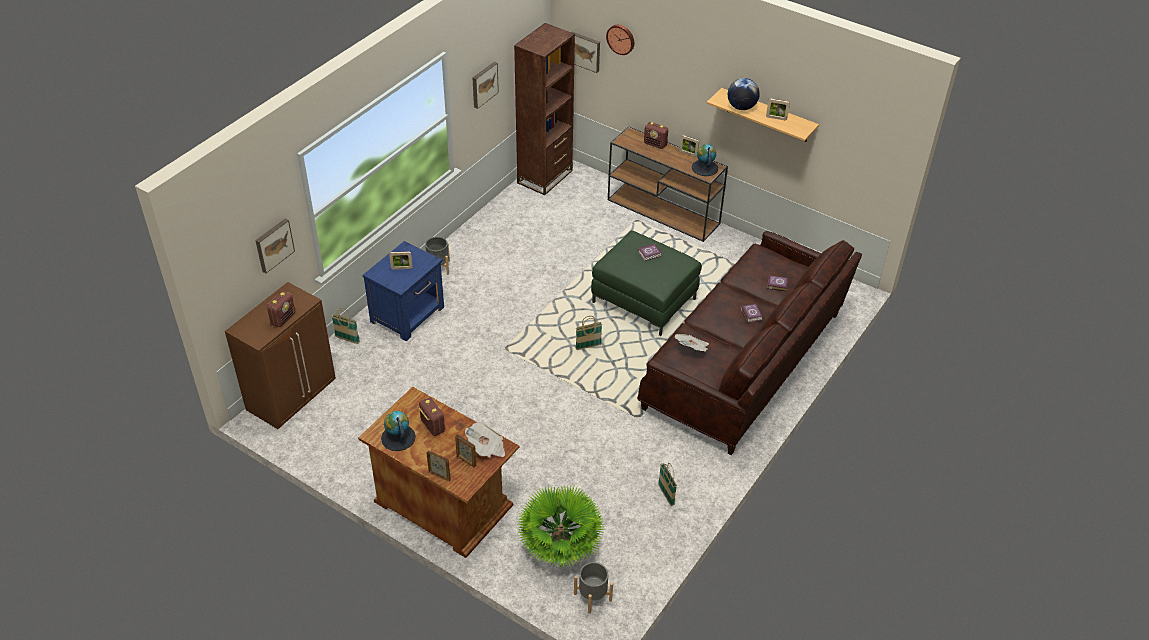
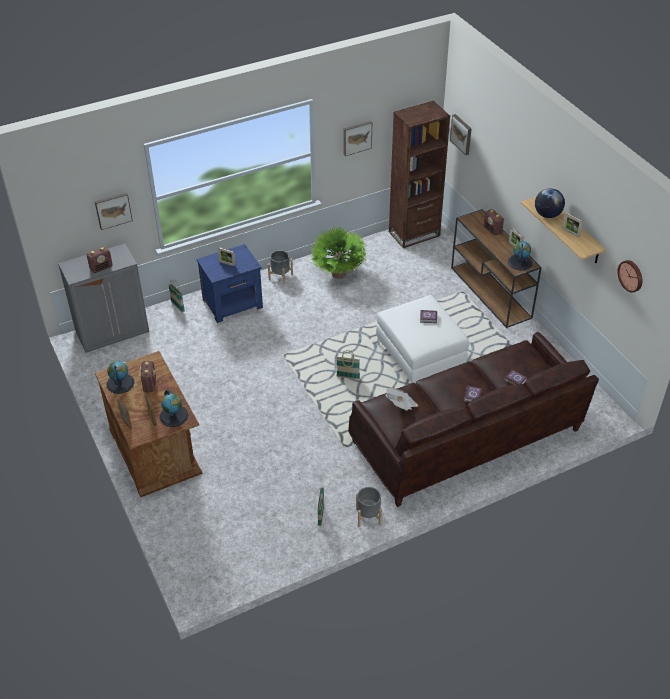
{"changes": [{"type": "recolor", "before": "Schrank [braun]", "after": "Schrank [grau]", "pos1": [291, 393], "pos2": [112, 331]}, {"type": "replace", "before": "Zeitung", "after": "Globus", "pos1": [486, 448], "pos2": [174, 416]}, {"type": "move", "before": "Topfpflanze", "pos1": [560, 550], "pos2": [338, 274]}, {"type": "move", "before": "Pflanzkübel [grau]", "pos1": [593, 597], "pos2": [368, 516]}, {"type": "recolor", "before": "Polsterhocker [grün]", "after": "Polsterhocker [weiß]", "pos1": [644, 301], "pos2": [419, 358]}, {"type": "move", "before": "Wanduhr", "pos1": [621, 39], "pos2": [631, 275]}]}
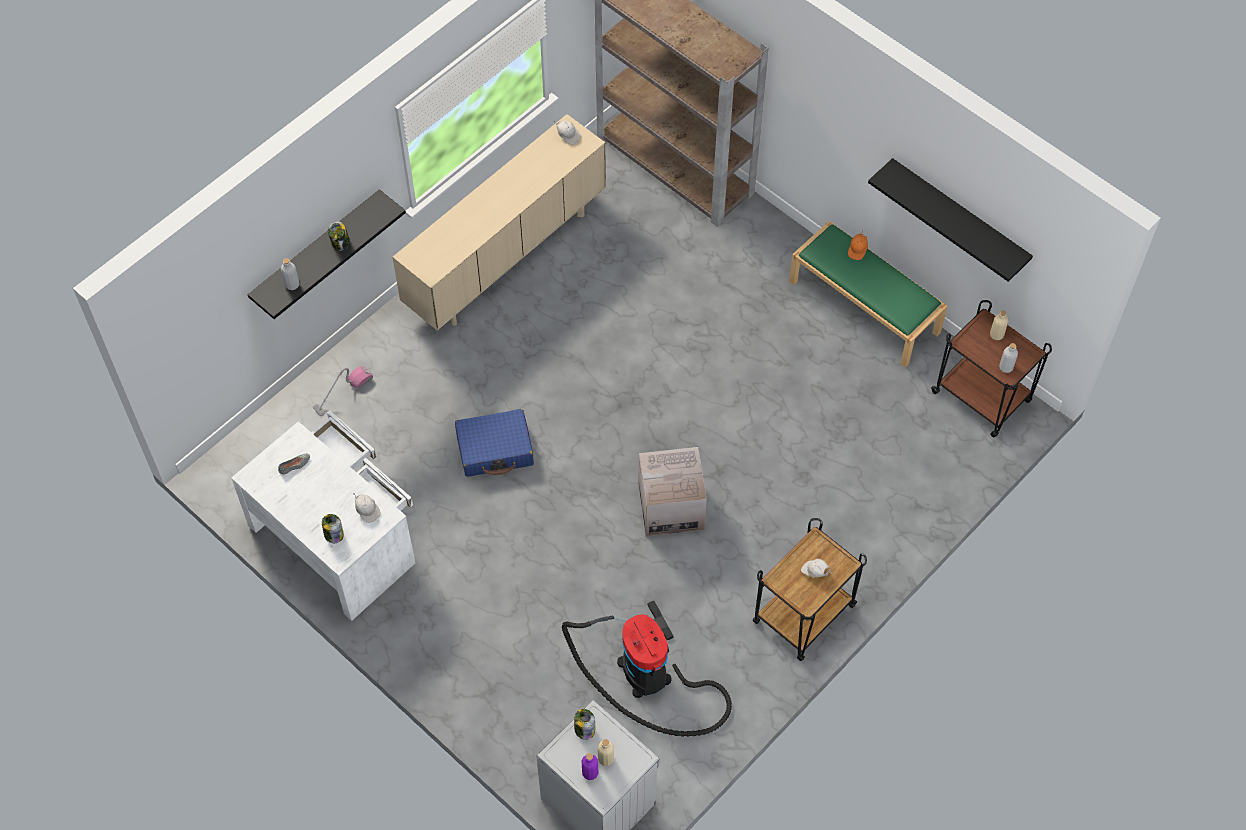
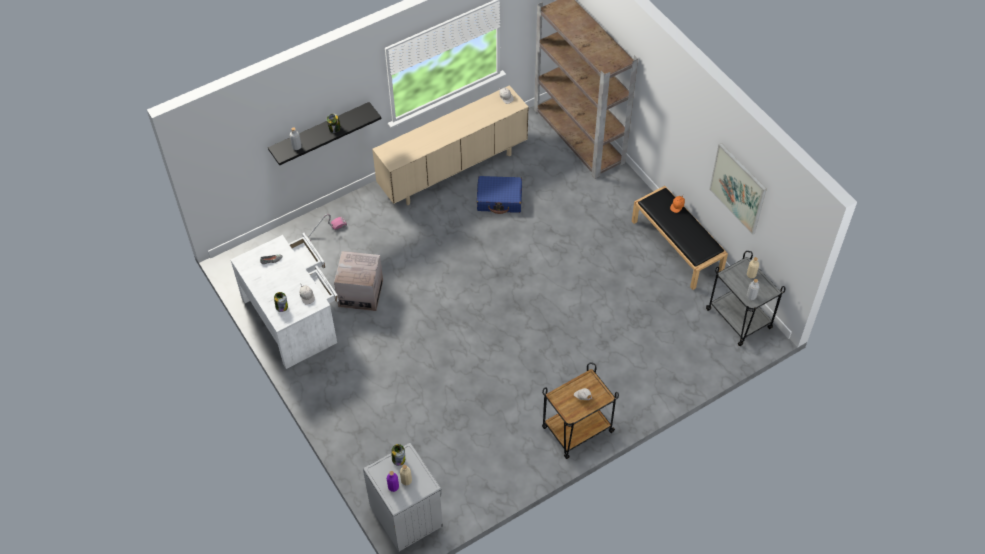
{"changes": [{"type": "move", "before": "Koffer [blau]", "pos1": [495, 449], "pos2": [499, 199]}, {"type": "delete", "before": "Staubsauger", "pos1": [648, 676]}, {"type": "move", "before": "Karton", "pos1": [671, 507], "pos2": [361, 293]}, {"type": "recolor", "before": "Bank [grün]", "after": "Bank [schwarz]", "pos1": [865, 307], "pos2": [677, 247]}, {"type": "replace", "before": "Wandregal [schwarz]", "after": "Bild", "pos1": [959, 215], "pos2": [738, 188]}, {"type": "recolor", "before": "Rollwagen [braun]", "after": "Rollwagen [grau]", "pos1": [982, 398], "pos2": [739, 319]}]}
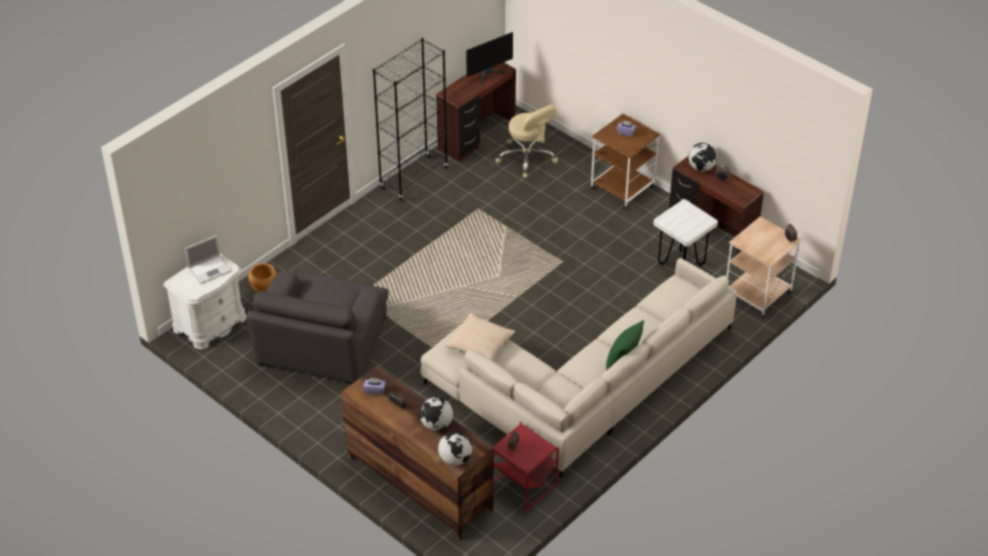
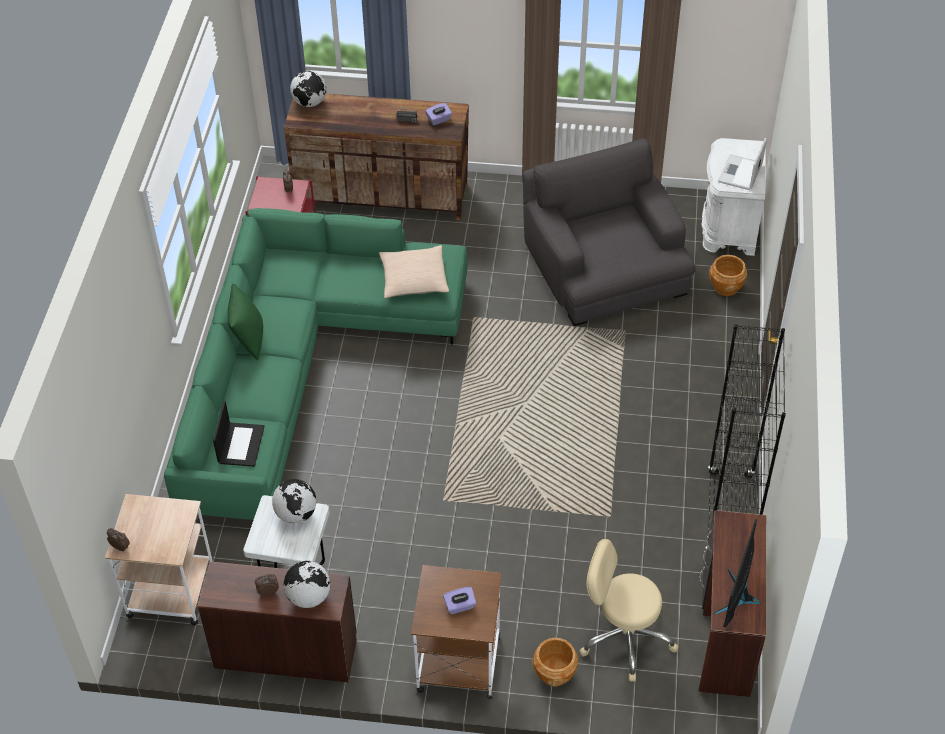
{"changes": [{"type": "recolor", "before": "Sofa [beige]", "after": "Sofa [grün]", "pos1": [581, 384], "pos2": [303, 363]}, {"type": "move", "before": "Globus", "pos1": [436, 425], "pos2": [296, 514]}, {"type": "insert", "after": "Laptop", "pos2": [240, 444]}, {"type": "insert", "after": "Pflanzkübel [braun]", "pos2": [554, 673]}]}
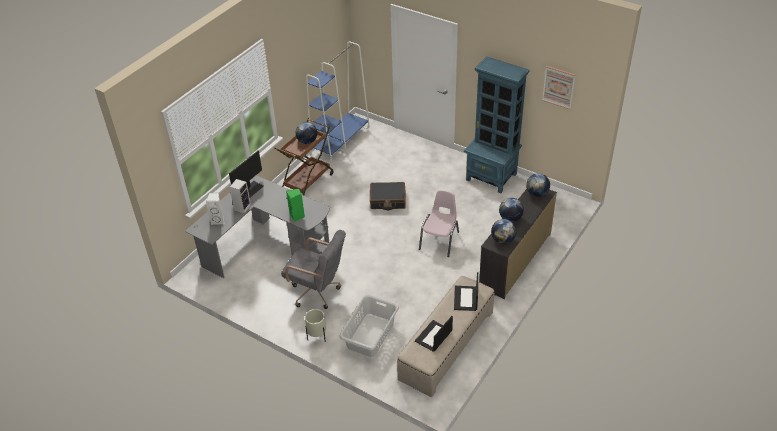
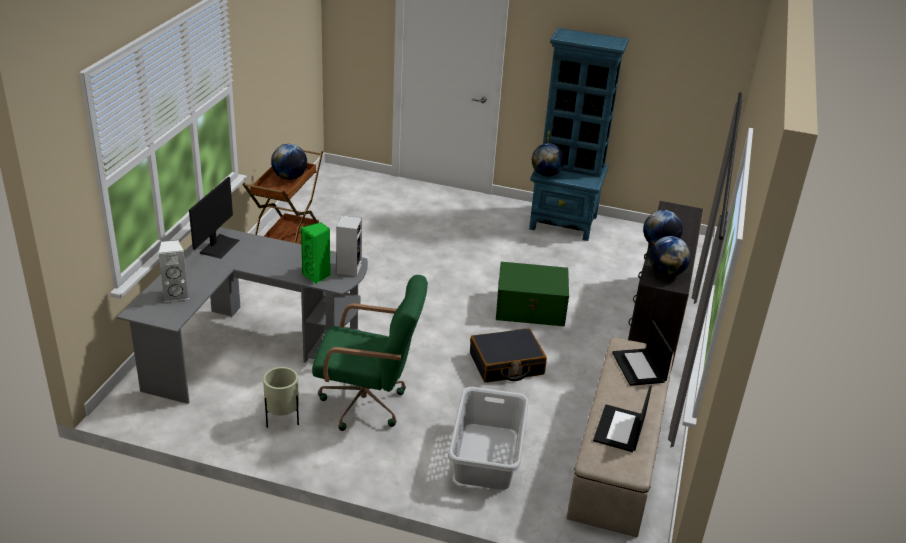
{"changes": [{"type": "move", "before": "Lautsprecher", "pos1": [242, 207], "pos2": [349, 268]}, {"type": "recolor", "before": "Bürostuhl [grau]", "after": "Bürostuhl [grün]", "pos1": [318, 294], "pos2": [368, 406]}, {"type": "move", "before": "Pflanzkübel [beige]", "pos1": [317, 337], "pos2": [282, 420]}, {"type": "delete", "before": "Kleiderständer [blau]", "pos1": [340, 142]}, {"type": "move", "before": "Koffer [schwarz]", "pos1": [387, 200], "pos2": [506, 364]}, {"type": "replace", "before": "Stuhl [rosa]", "after": "Aufbewahrungsbox [grün]", "pos1": [440, 241], "pos2": [531, 308]}, {"type": "move", "before": "Globus", "pos1": [537, 193], "pos2": [546, 174]}, {"type": "delete", "before": "Bild", "pos1": [558, 87]}]}
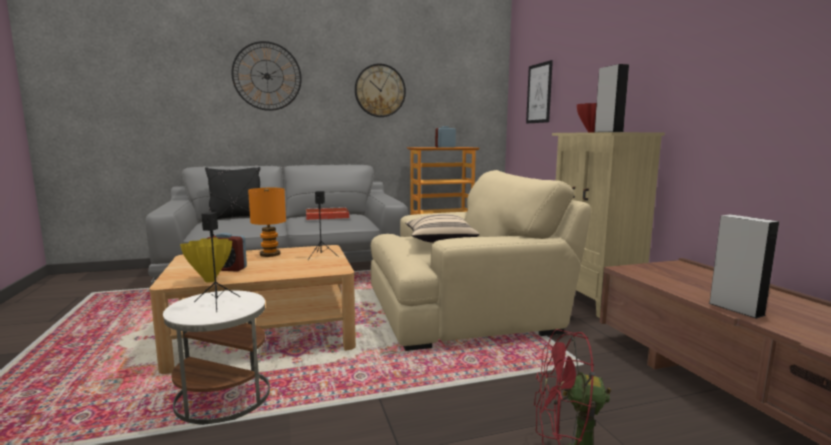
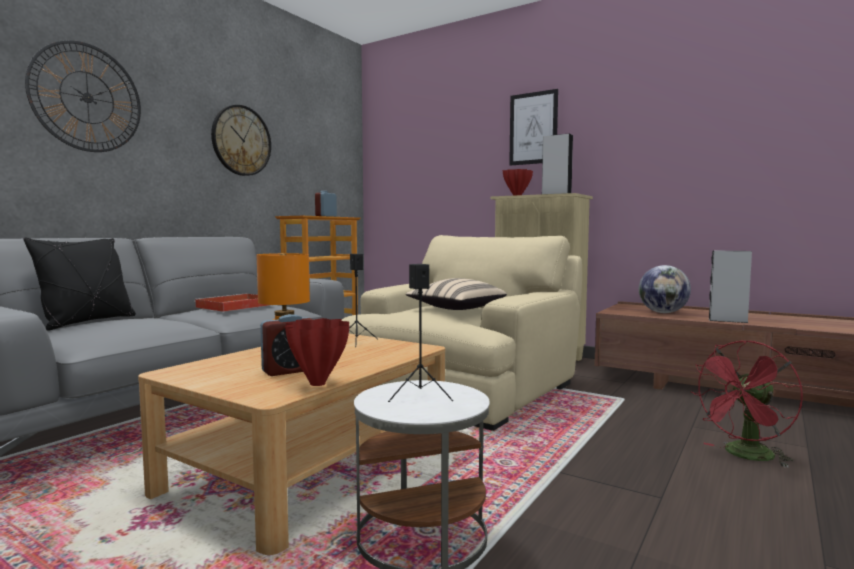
{"changes": [{"type": "recolor", "before": "Vase [gelb]", "after": "Vase [rot]", "pos1": [211, 280], "pos2": [318, 383]}, {"type": "move", "before": "Bild", "pos1": [539, 93], "pos2": [533, 128]}, {"type": "insert", "after": "Globus", "pos2": [663, 312]}]}
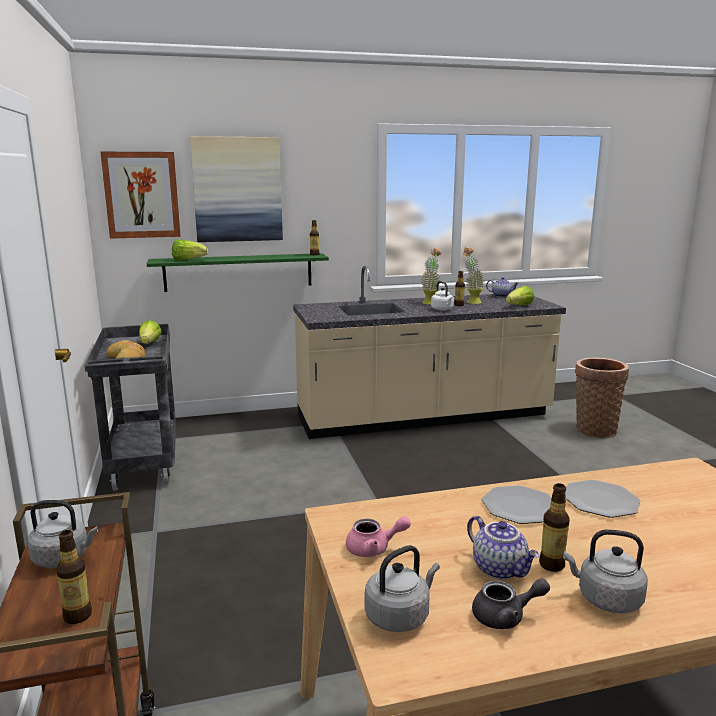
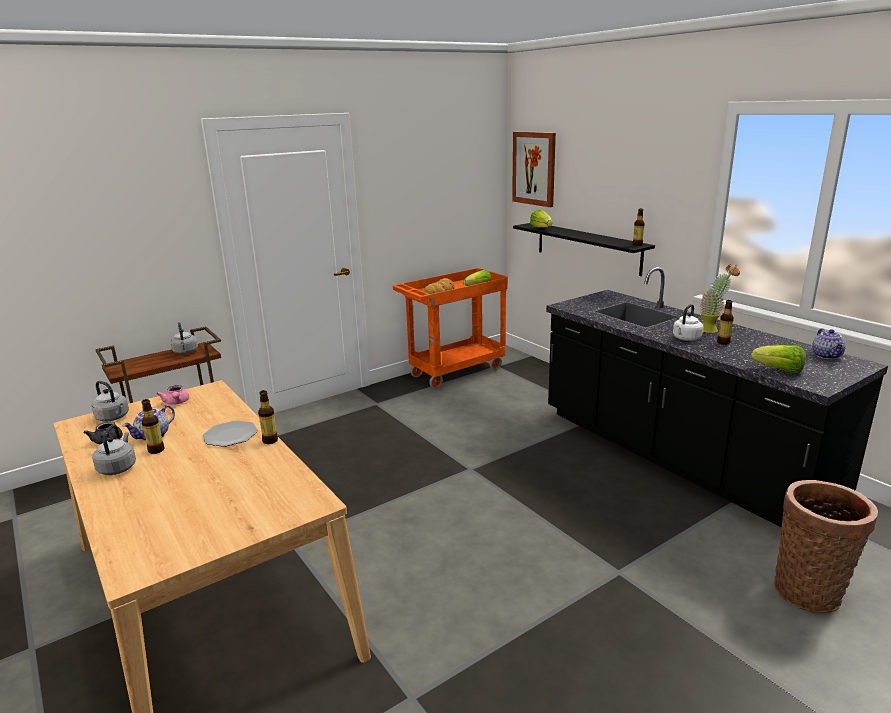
{"changes": [{"type": "move", "before": "Flasche", "pos1": [78, 616], "pos2": [270, 440]}, {"type": "recolor", "before": "Rollwagen [grau]", "after": "Rollwagen [orange]", "pos1": [144, 466], "pos2": [453, 374]}, {"type": "recolor", "before": "Wandregal [grün]", "after": "Wandregal [schwarz]", "pos1": [238, 272], "pos2": [587, 248]}, {"type": "delete", "before": "Bild", "pos1": [237, 189]}, {"type": "recolor", "before": "Küchenzeile [beige]", "after": "Küchenzeile [schwarz]", "pos1": [424, 417], "pos2": [677, 457]}, {"type": "delete", "before": "Topfpflanze", "pos1": [471, 301]}, {"type": "delete", "before": "Teller", "pos1": [600, 500]}]}
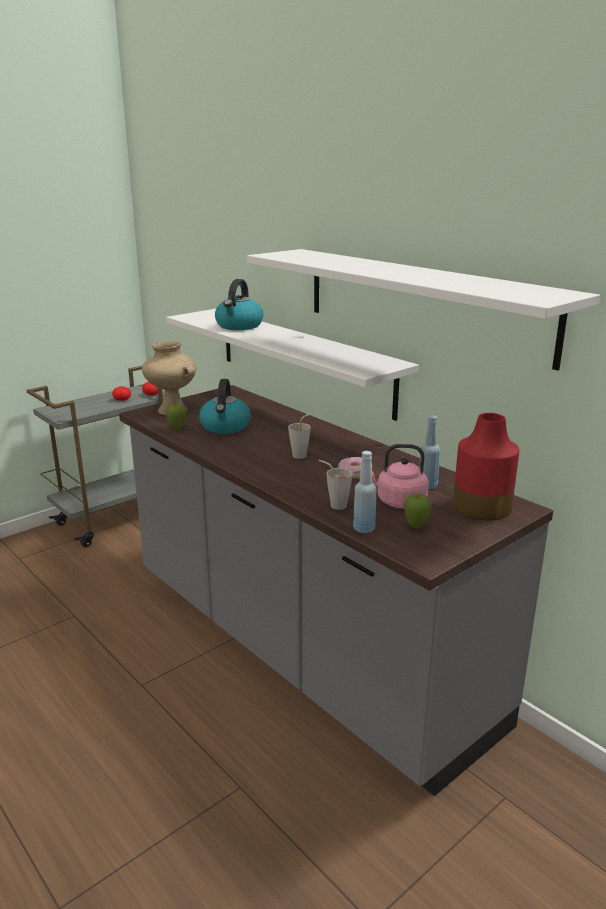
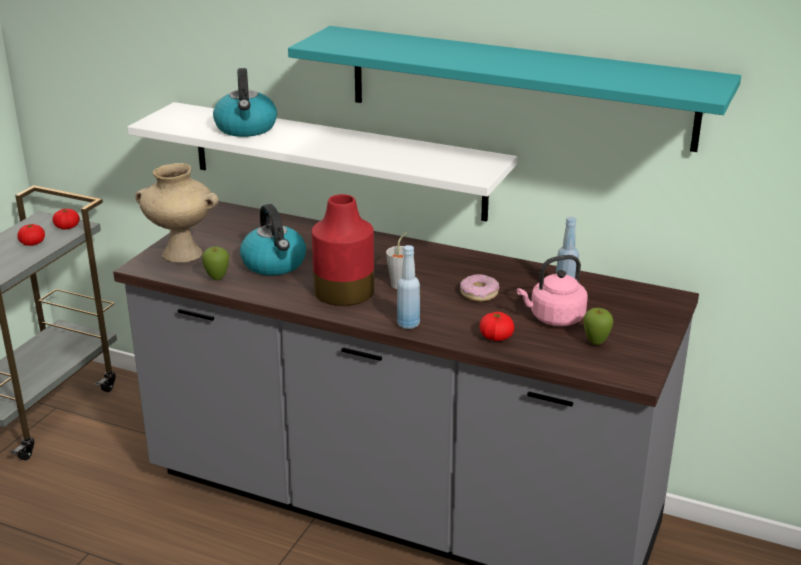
{"changes": [{"type": "recolor", "before": "Wandregal [weiß]", "after": "Wandregal [türkis]", "pos1": [421, 302], "pos2": [518, 87]}, {"type": "replace", "before": "Tasse [grau]", "after": "Tomate", "pos1": [335, 504], "pos2": [496, 337]}, {"type": "move", "before": "Flasche [blau]", "pos1": [363, 528], "pos2": [408, 324]}, {"type": "move", "before": "Vase [rot]", "pos1": [482, 506], "pos2": [345, 291]}]}
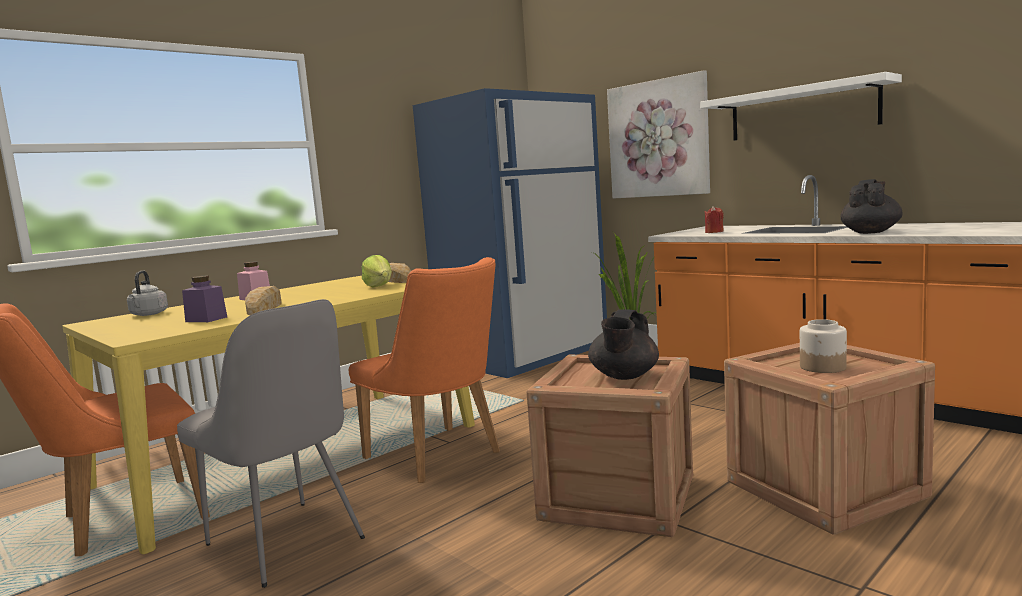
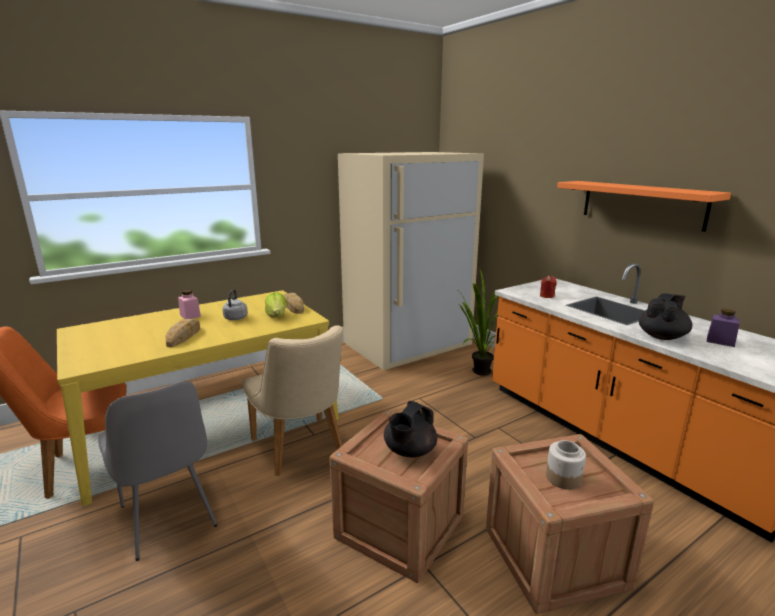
{"changes": [{"type": "move", "before": "Wasserkessel [grau]", "pos1": [148, 314], "pos2": [235, 318]}, {"type": "move", "before": "Vorratsglas [lila]", "pos1": [206, 319], "pos2": [720, 341]}, {"type": "recolor", "before": "Stuhl [orange]", "after": "Stuhl [beige]", "pos1": [441, 457], "pos2": [301, 450]}, {"type": "recolor", "before": "Kühlschrank [blau]", "after": "Kühlschrank [beige]", "pos1": [525, 353], "pos2": [408, 343]}, {"type": "delete", "before": "Bild", "pos1": [658, 139]}, {"type": "recolor", "before": "Wandregal [weiß]", "after": "Wandregal [orange]", "pos1": [802, 111], "pos2": [642, 204]}]}
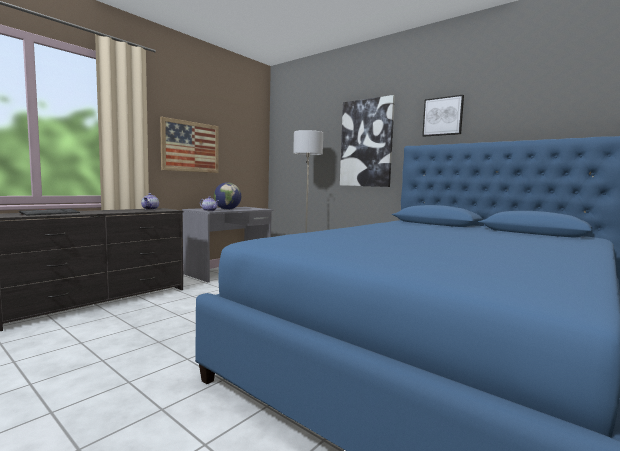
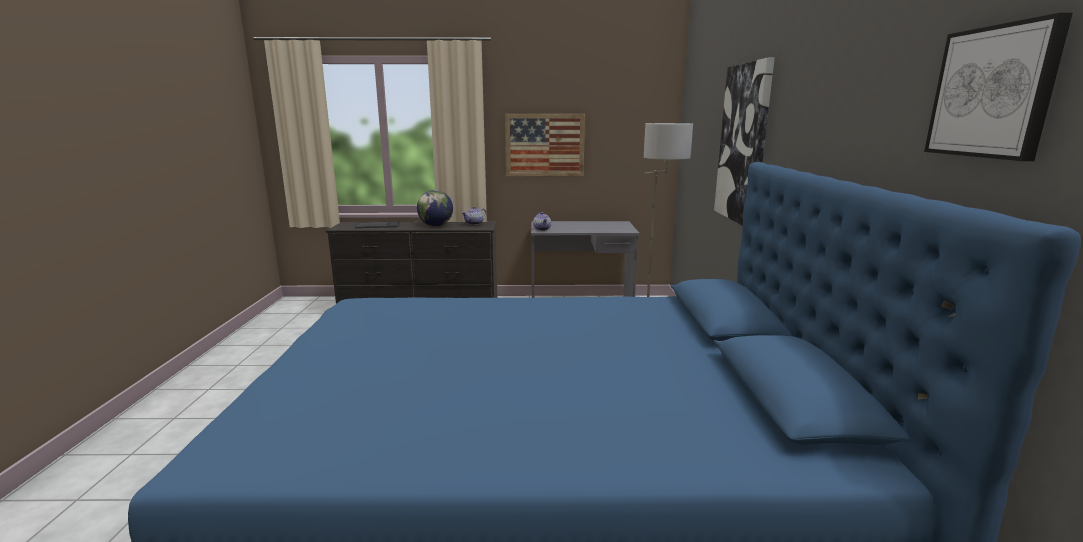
{"changes": [{"type": "move", "before": "Globus", "pos1": [227, 209], "pos2": [436, 225]}, {"type": "move", "before": "Bild", "pos1": [443, 116], "pos2": [993, 92]}]}
